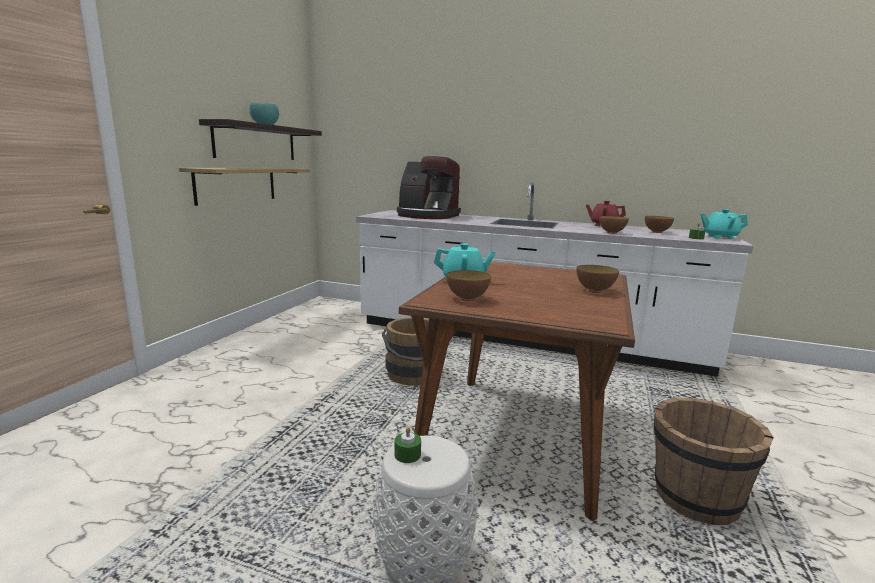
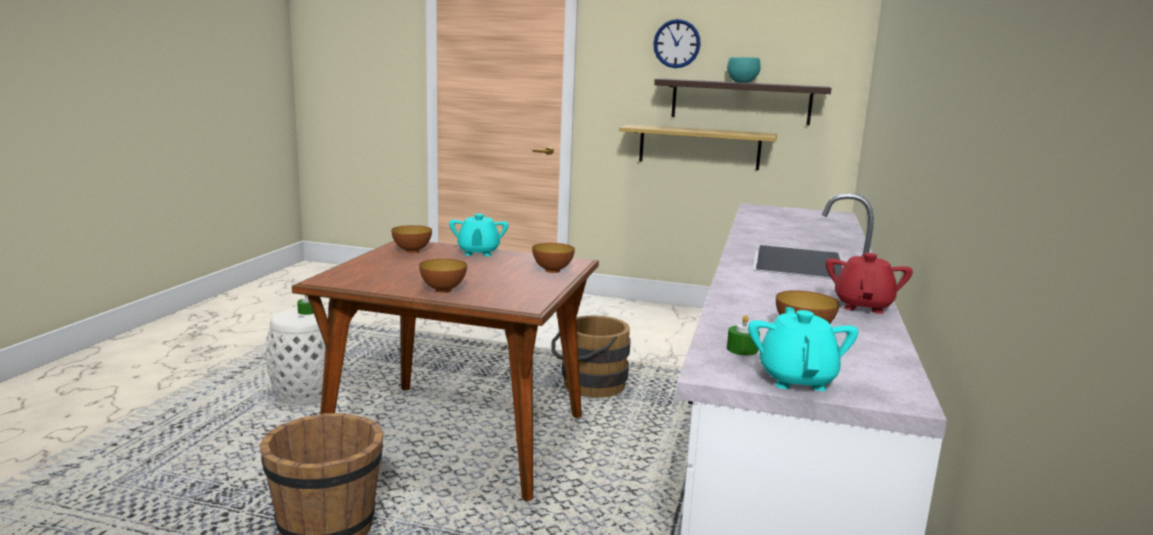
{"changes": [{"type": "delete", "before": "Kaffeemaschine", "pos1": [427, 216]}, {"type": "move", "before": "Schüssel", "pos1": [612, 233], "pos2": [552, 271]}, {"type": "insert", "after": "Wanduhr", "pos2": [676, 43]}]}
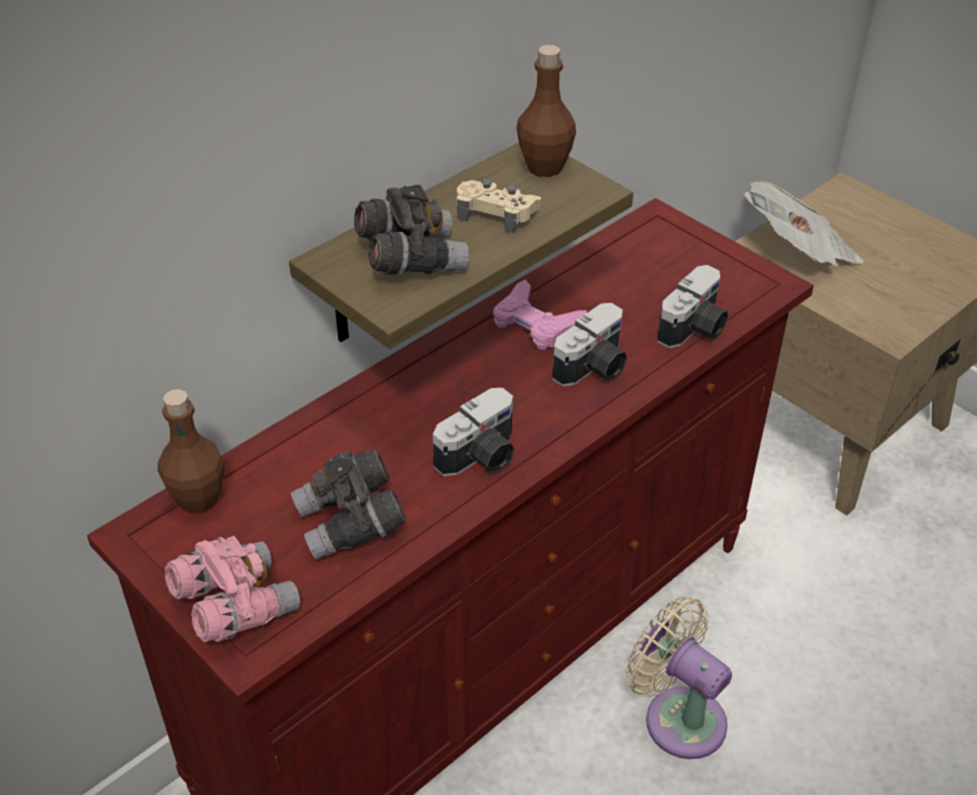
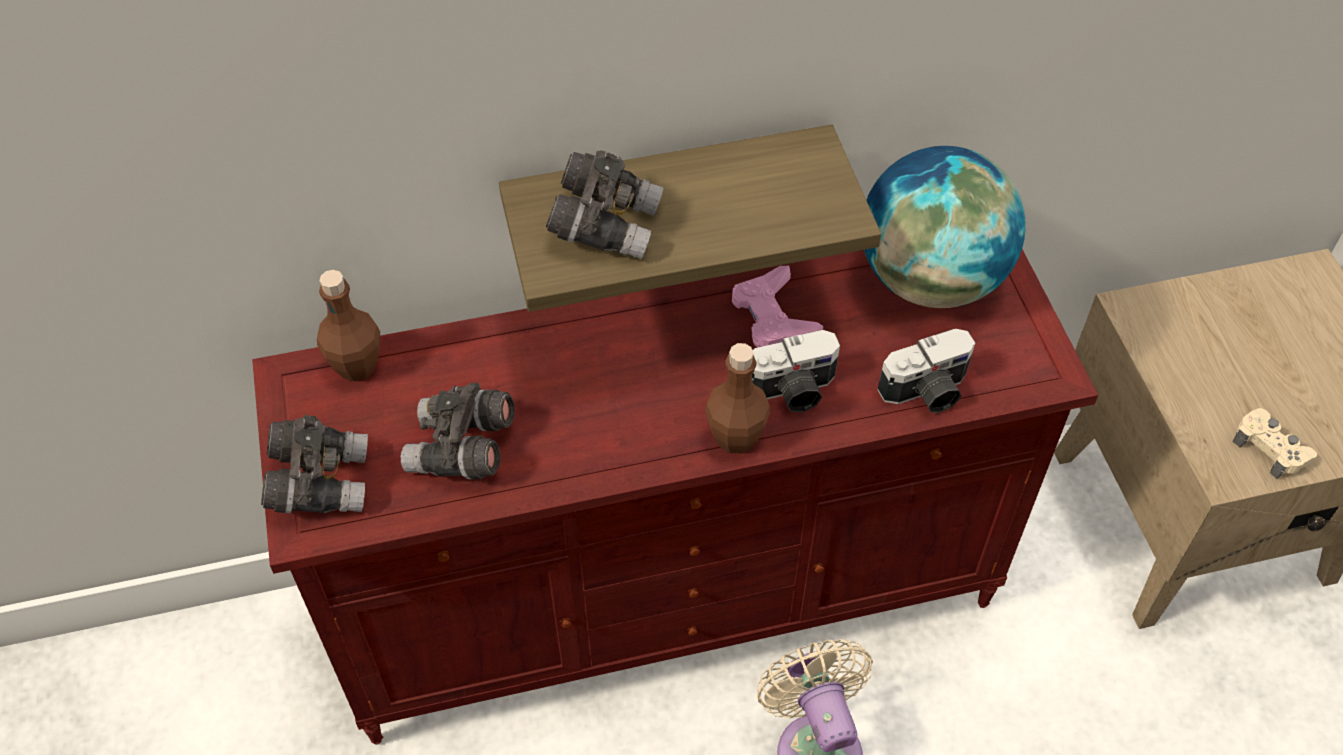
{"changes": [{"type": "recolor", "before": "Fernglas [rosa]", "after": "Fernglas [grau]", "pos1": [234, 605], "pos2": [319, 482]}, {"type": "delete", "before": "Kamera", "pos1": [481, 457]}, {"type": "move", "before": "Gamepad [beige]", "pos1": [496, 212], "pos2": [1270, 448]}, {"type": "move", "before": "Flasche [braun]", "pos1": [544, 167], "pos2": [735, 437]}, {"type": "delete", "before": "Zeitung", "pos1": [798, 253]}, {"type": "insert", "after": "Globus", "pos2": [931, 279]}]}
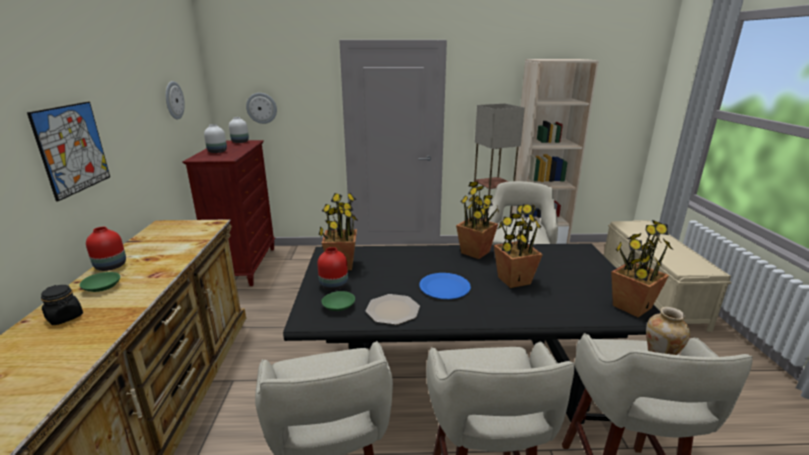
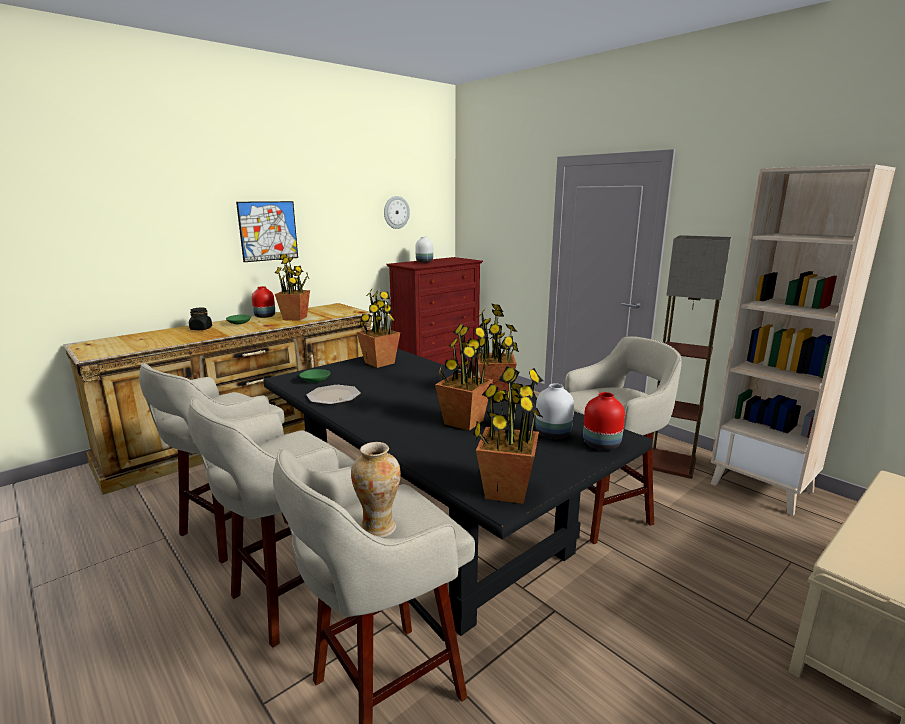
{"changes": [{"type": "move", "before": "Vase [weiß]", "pos1": [240, 142], "pos2": [552, 433]}, {"type": "delete", "before": "Wanduhr", "pos1": [261, 108]}, {"type": "move", "before": "Vase [rot]", "pos1": [333, 286], "pos2": [600, 444]}, {"type": "delete", "before": "Teller [blau]", "pos1": [444, 287]}, {"type": "insert", "after": "Topfpflanze", "pos2": [295, 318]}]}
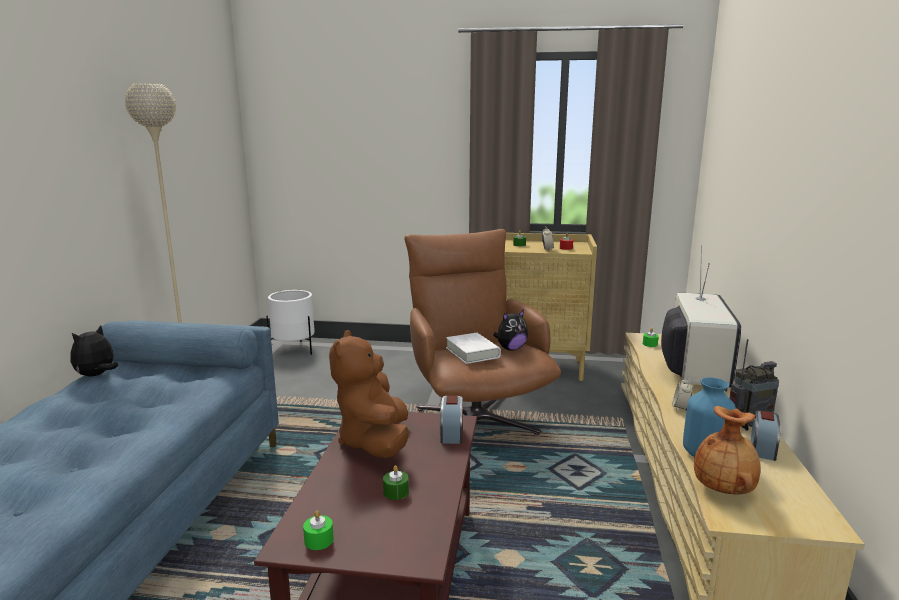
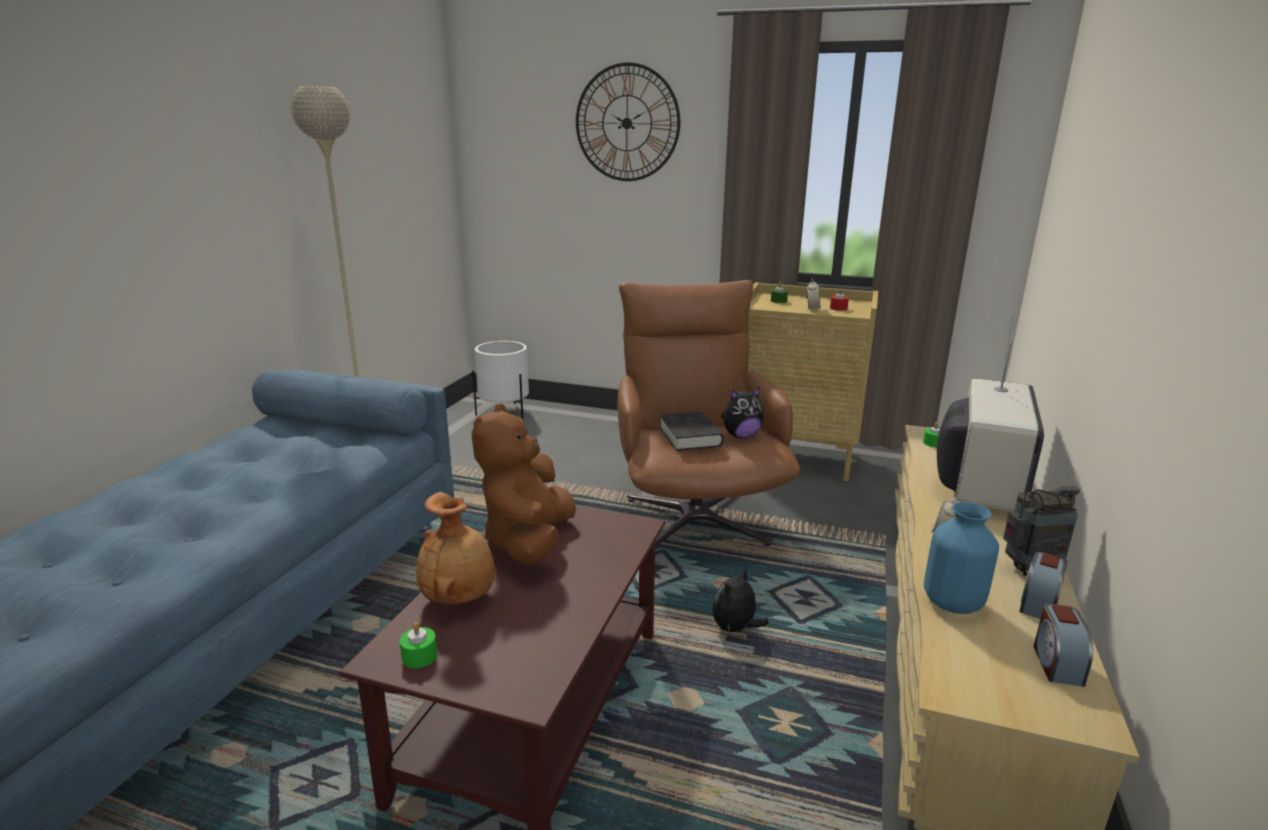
{"changes": [{"type": "move", "before": "Plüschtier", "pos1": [97, 375], "pos2": [735, 629]}, {"type": "delete", "before": "Kerze [grün]", "pos1": [396, 492]}, {"type": "move", "before": "Wecker", "pos1": [451, 433], "pos2": [1056, 663]}, {"type": "recolor", "before": "Buch [weiß]", "after": "Buch [schwarz]", "pos1": [472, 352], "pos2": [690, 437]}, {"type": "move", "before": "Vase [braun]", "pos1": [724, 489], "pos2": [460, 597]}, {"type": "insert", "after": "Wanduhr", "pos2": [627, 123]}]}
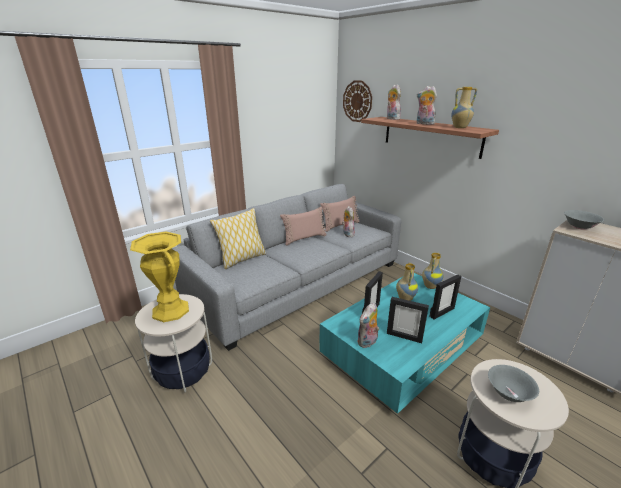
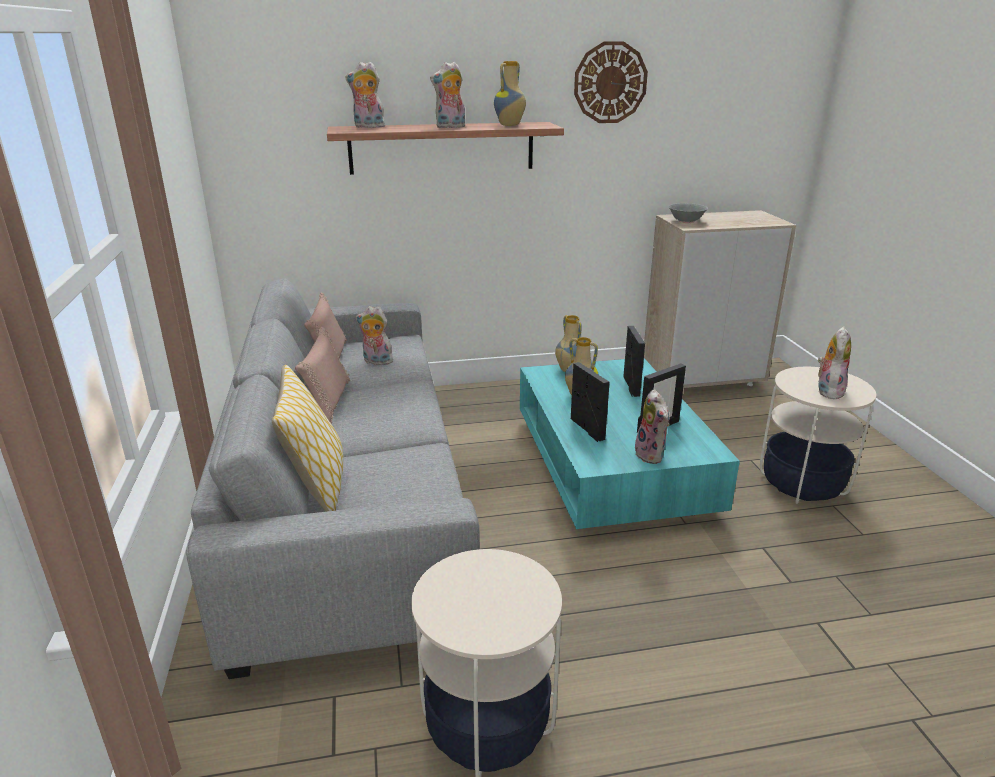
{"changes": [{"type": "delete", "before": "Vase [gelb]", "pos1": [170, 310]}, {"type": "move", "before": "Wanduhr", "pos1": [357, 101], "pos2": [610, 83]}, {"type": "replace", "before": "Schüssel [grau]", "after": "Plüschtier", "pos1": [508, 393], "pos2": [828, 391]}]}
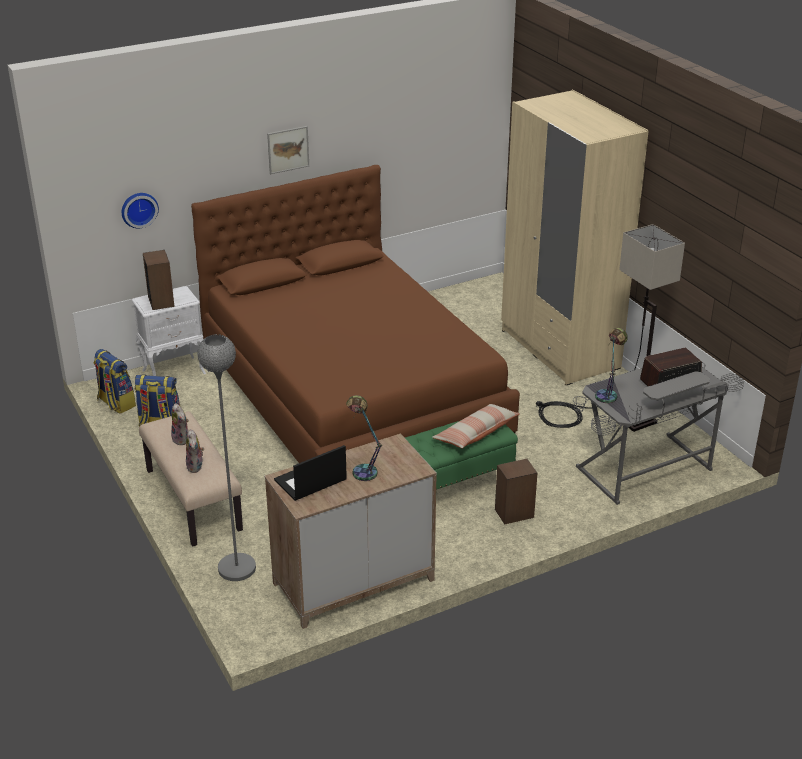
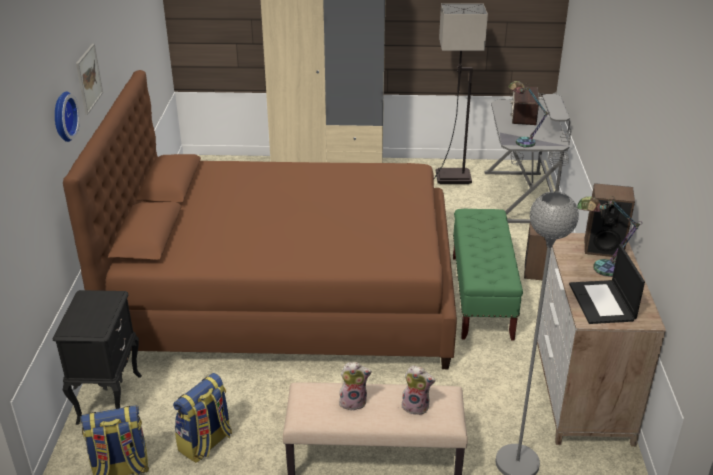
{"changes": [{"type": "move", "before": "Wanduhr", "pos1": [139, 209], "pos2": [62, 116]}, {"type": "recolor", "before": "Nachttisch [weiß]", "after": "Nachttisch [schwarz]", "pos1": [174, 372], "pos2": [109, 399]}, {"type": "move", "before": "Lautsprecher", "pos1": [161, 301], "pos2": [603, 248]}, {"type": "delete", "before": "Kissen", "pos1": [476, 433]}]}
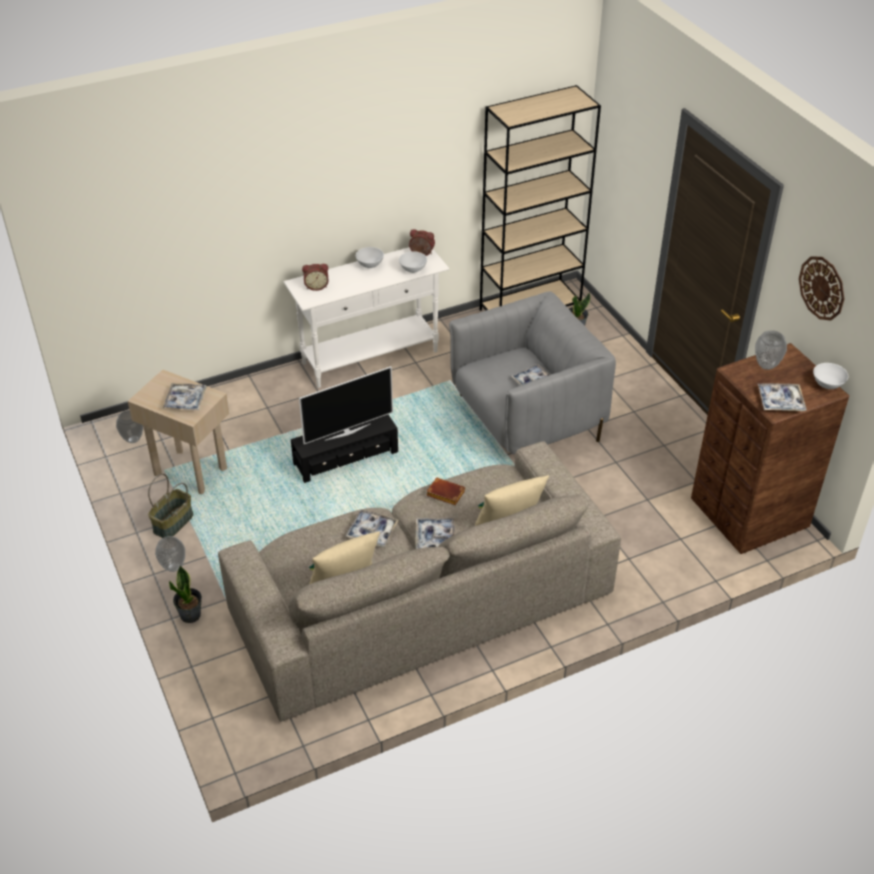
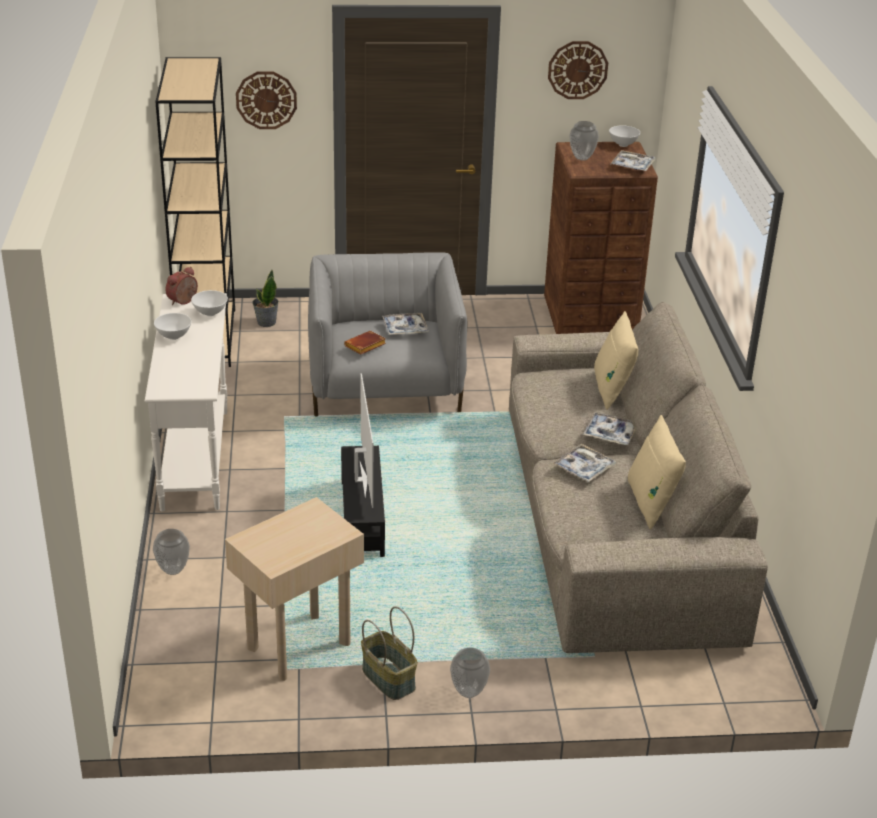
{"changes": [{"type": "move", "before": "Vase", "pos1": [133, 439], "pos2": [172, 570]}, {"type": "delete", "before": "Tablett", "pos1": [185, 400]}, {"type": "delete", "before": "Topfpflanze", "pos1": [191, 615]}, {"type": "delete", "before": "Wecker", "pos1": [316, 286]}, {"type": "move", "before": "Buch [braun]", "pos1": [444, 494], "pos2": [365, 346]}, {"type": "insert", "after": "Wanduhr", "pos2": [266, 100]}]}
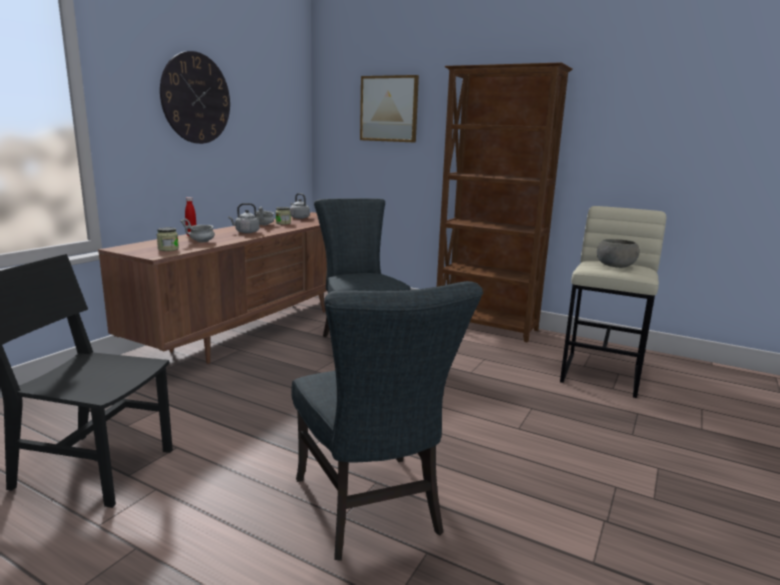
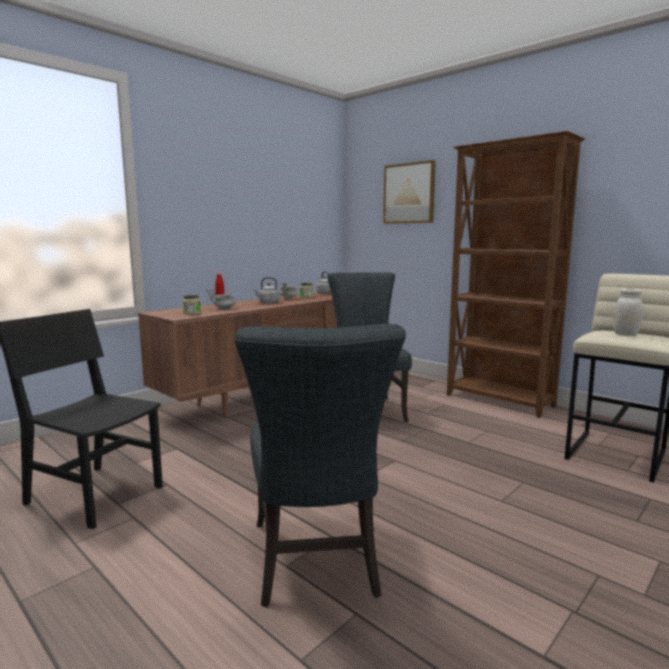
{"changes": [{"type": "delete", "before": "Wanduhr", "pos1": [196, 98]}, {"type": "replace", "before": "Schüssel [grau]", "after": "Vorratsglas [weiß]", "pos1": [615, 266], "pos2": [625, 334]}]}
